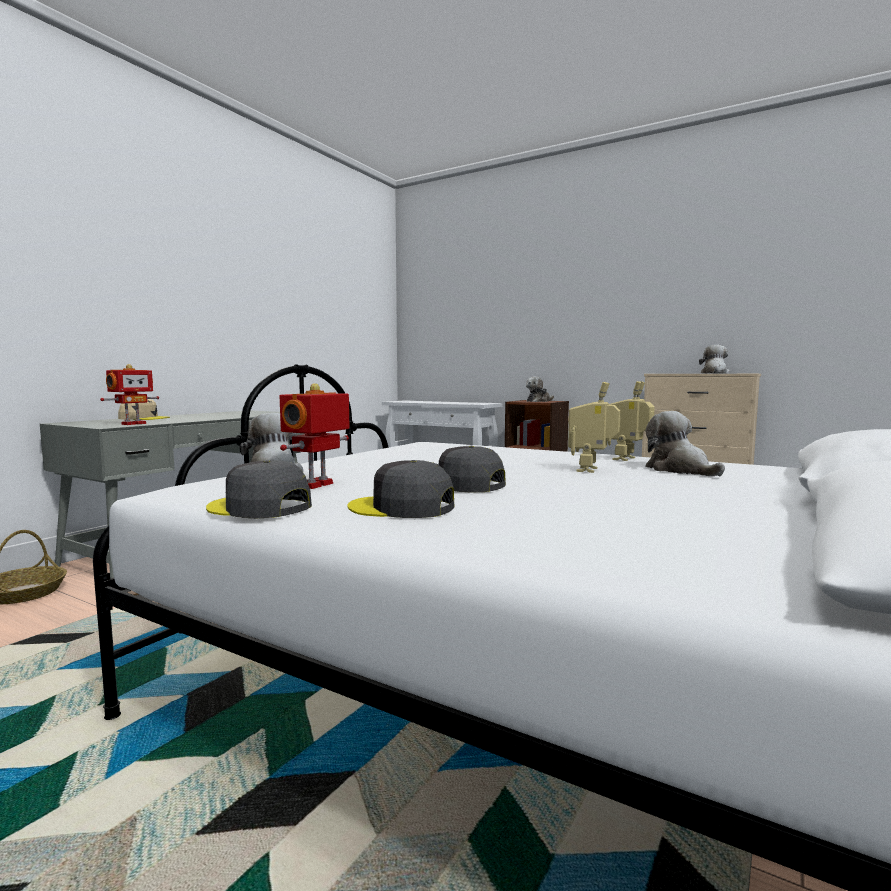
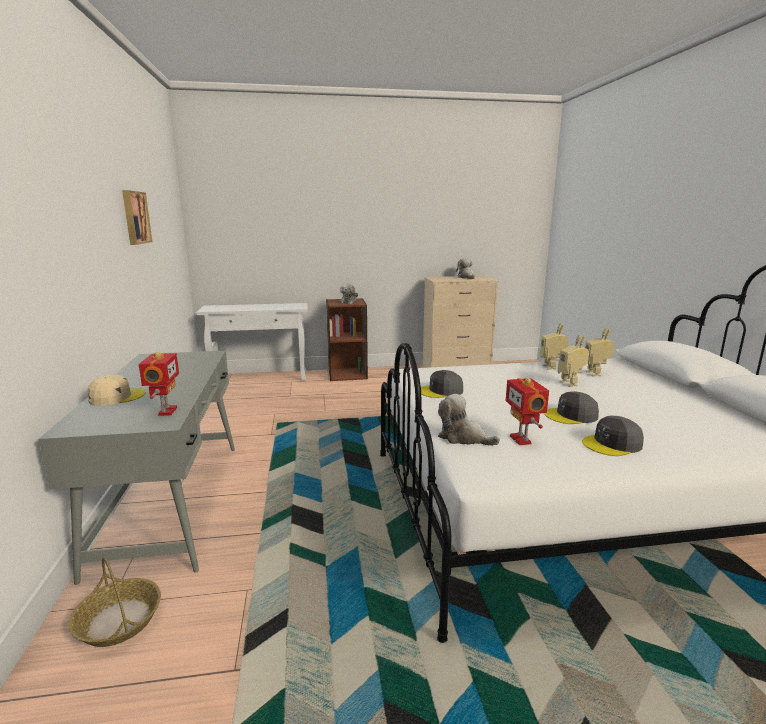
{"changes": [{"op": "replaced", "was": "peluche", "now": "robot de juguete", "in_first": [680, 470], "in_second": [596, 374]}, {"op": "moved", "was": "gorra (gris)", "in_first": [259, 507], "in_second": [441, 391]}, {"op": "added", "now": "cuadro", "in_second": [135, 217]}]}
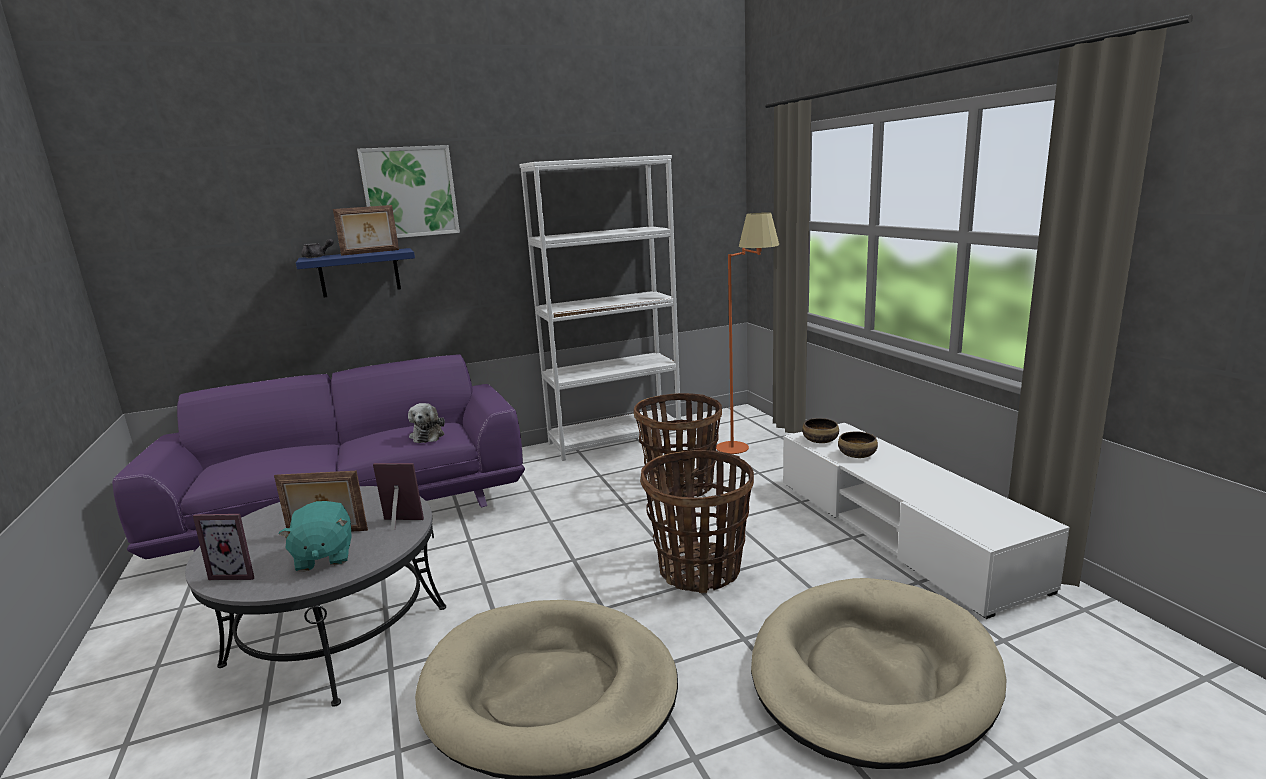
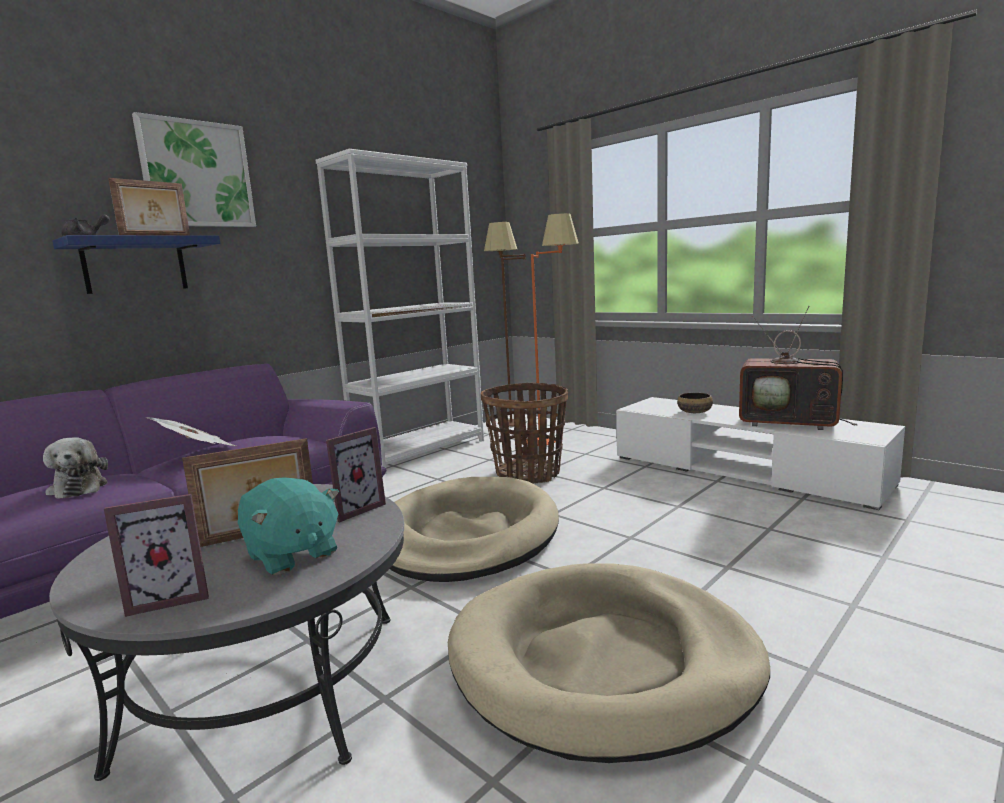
{"changes": [{"op": "moved", "was": "peluche", "in_first": [428, 435], "in_second": [78, 488]}, {"op": "removed", "was": "cuenco", "in_first": [820, 440]}, {"op": "removed", "was": "cesta", "in_first": [700, 570]}, {"op": "turned", "was": "portarretratos", "in_first": [399, 524], "in_second": [354, 509], "clockwise": 150}, {"op": "moved", "was": "cama para perro (beis)", "in_first": [872, 674], "in_second": [467, 535]}, {"op": "added", "now": "lámpara de pie (marrón)", "in_second": [511, 426]}, {"op": "added", "now": "televisor", "in_second": [790, 422]}, {"op": "added", "now": "periódico", "in_second": [196, 451]}]}
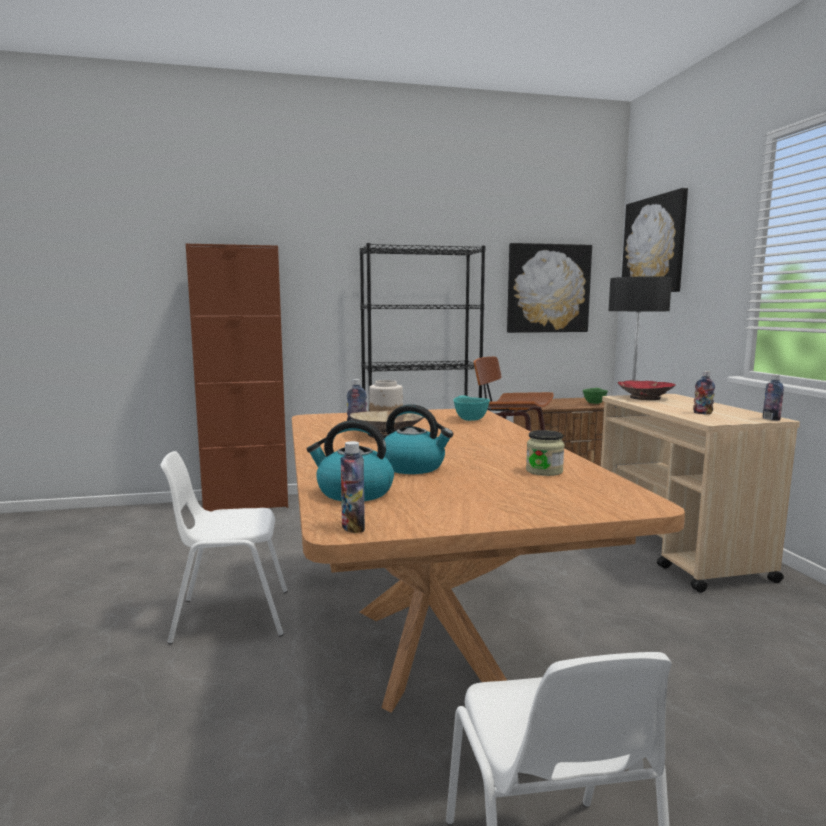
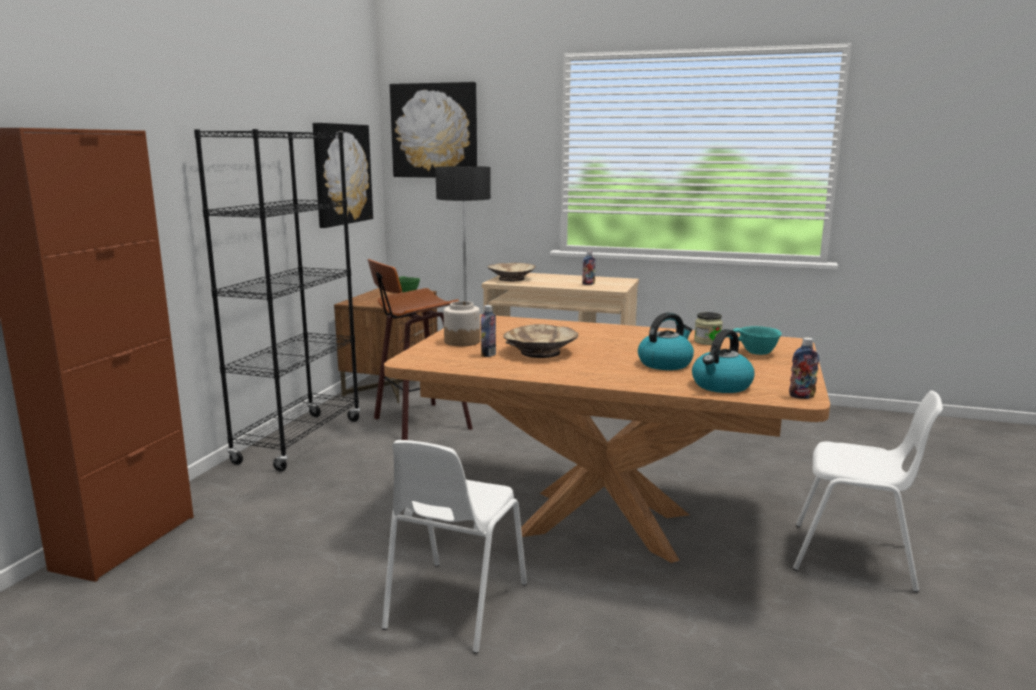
{"changes": [{"op": "removed", "was": "botella", "in_first": [771, 419]}, {"op": "recoloured", "was": "cuenco (rojo)", "now": "cuenco (beis)", "in_first": [644, 398], "in_second": [511, 279]}, {"op": "moved", "was": "cuenco (turquesa)", "in_first": [469, 420], "in_second": [756, 353]}]}
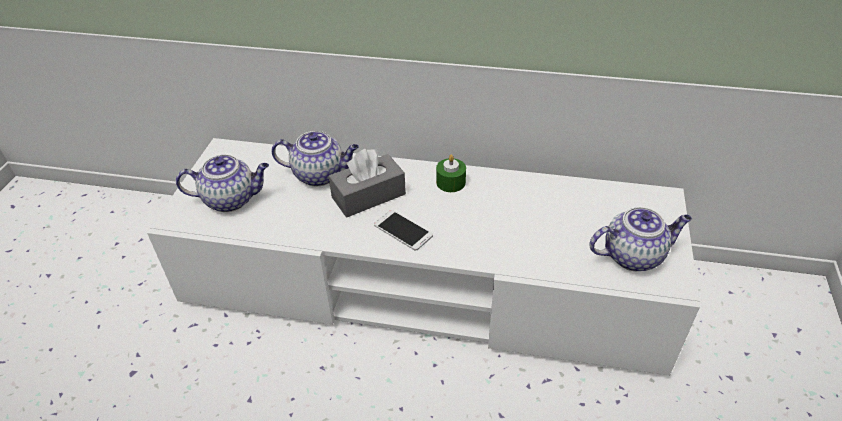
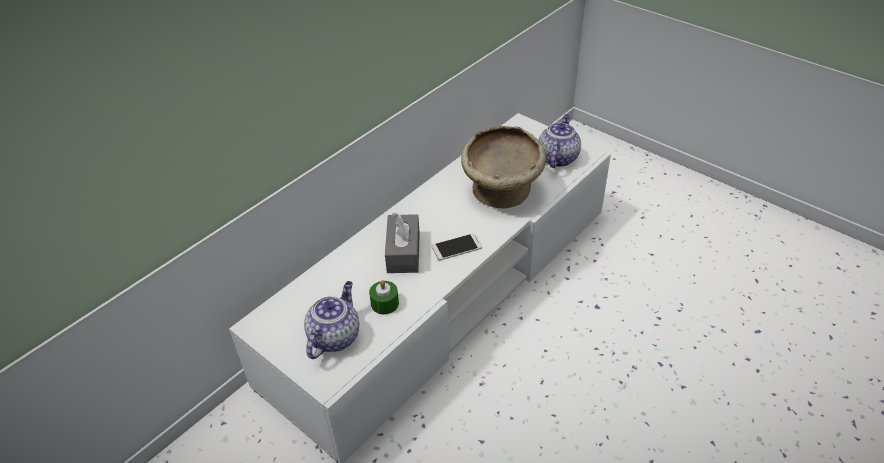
{"changes": [{"op": "removed", "was": "tetera", "in_first": [320, 175]}, {"op": "moved", "was": "vela (verde)", "in_first": [450, 182], "in_second": [385, 303]}, {"op": "added", "now": "cuenco (beis)", "in_second": [502, 193]}]}
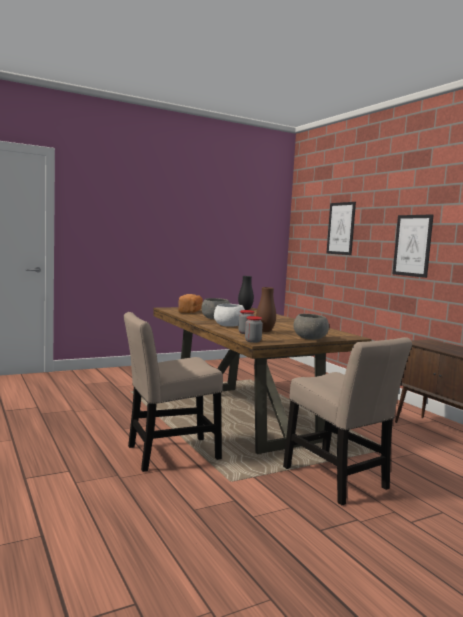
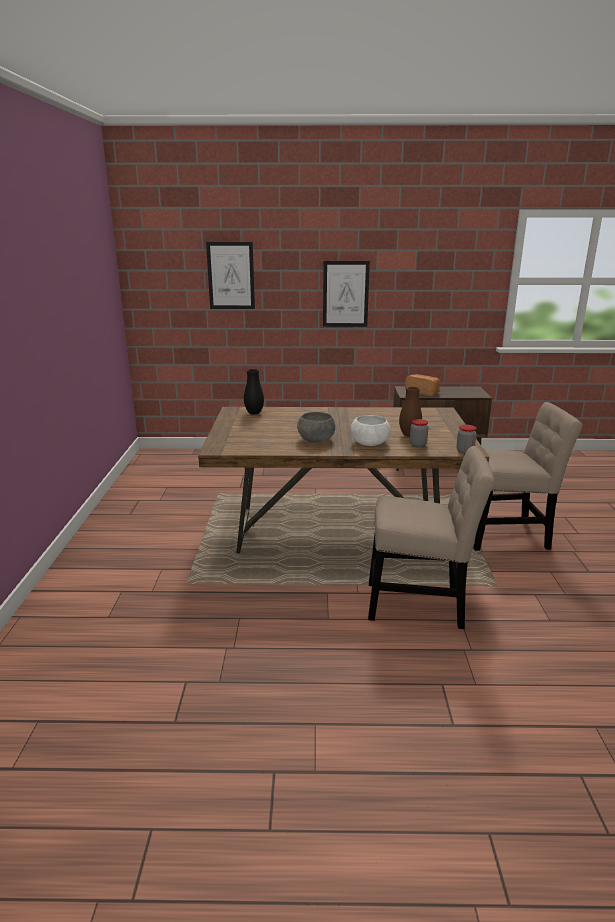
{"changes": [{"op": "moved", "was": "pan", "in_first": [191, 312], "in_second": [423, 392]}, {"op": "turned", "was": "silla (beis)", "in_first": [168, 454], "in_second": [420, 604], "clockwise": -90}, {"op": "removed", "was": "cuenco (gris)", "in_first": [310, 338]}]}
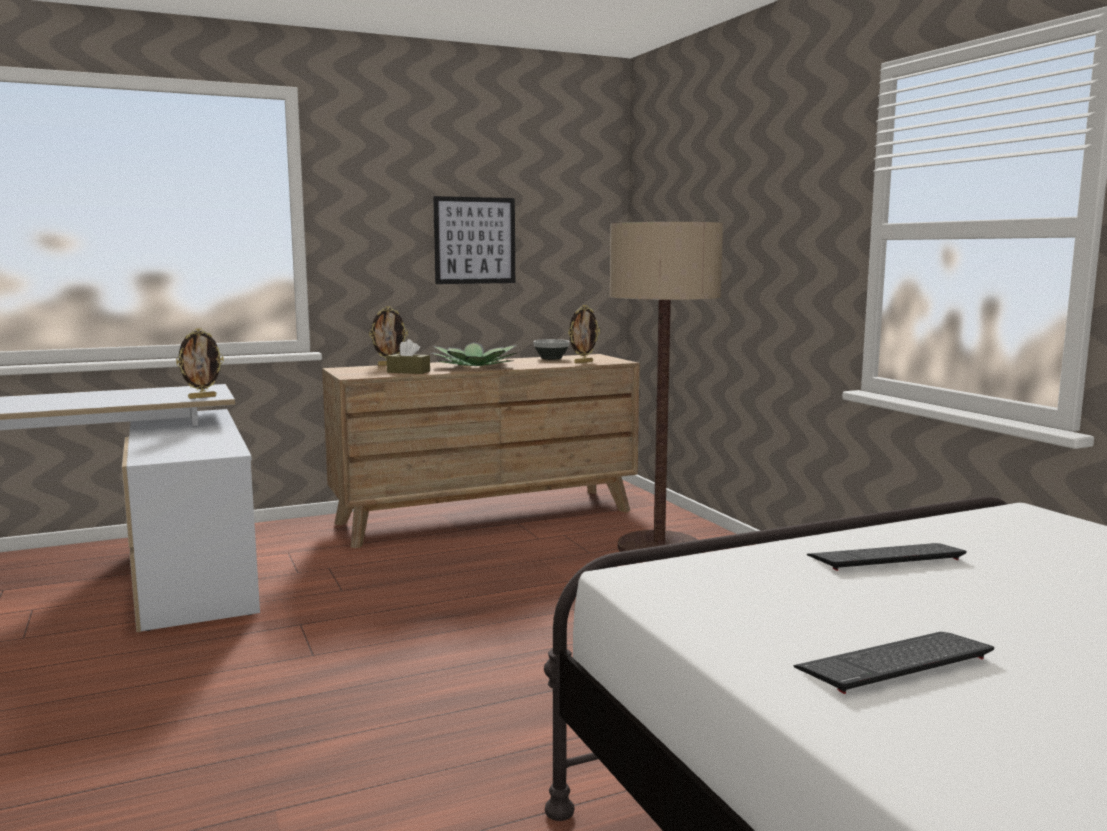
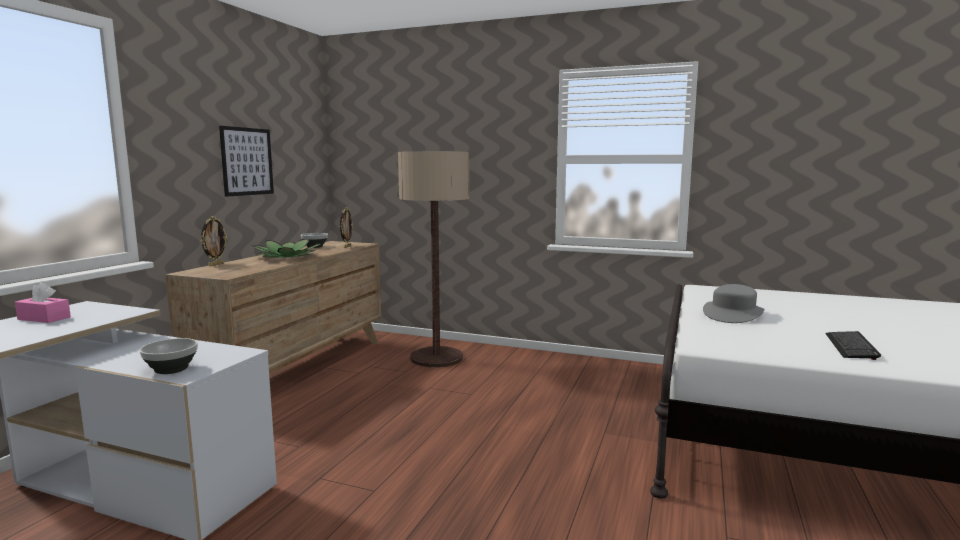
{"changes": [{"op": "removed", "was": "portarretratos", "in_first": [202, 397]}, {"op": "removed", "was": "caja de pañuelos (marrón)", "in_first": [408, 372]}, {"op": "replaced", "was": "teclado", "now": "sombrero (gris)", "in_first": [886, 558], "in_second": [733, 314]}, {"op": "added", "now": "caja de pañuelos (rosa)", "in_second": [44, 318]}, {"op": "added", "now": "cuenco", "in_second": [170, 369]}]}
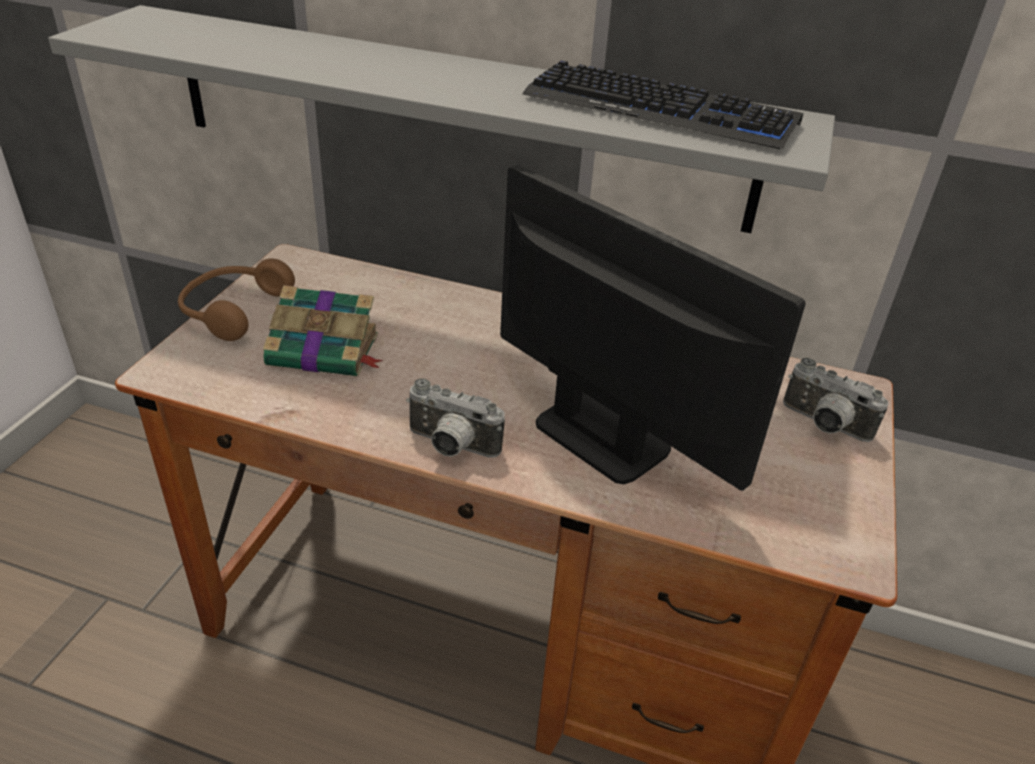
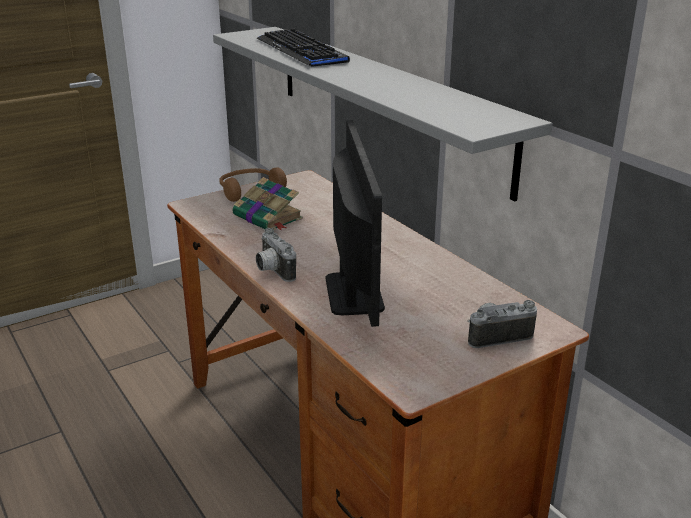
{"changes": [{"op": "moved", "was": "teclado", "in_first": [660, 110], "in_second": [301, 50]}, {"op": "turned", "was": "cámara", "in_first": [823, 425], "in_second": [496, 335], "clockwise": 90}]}
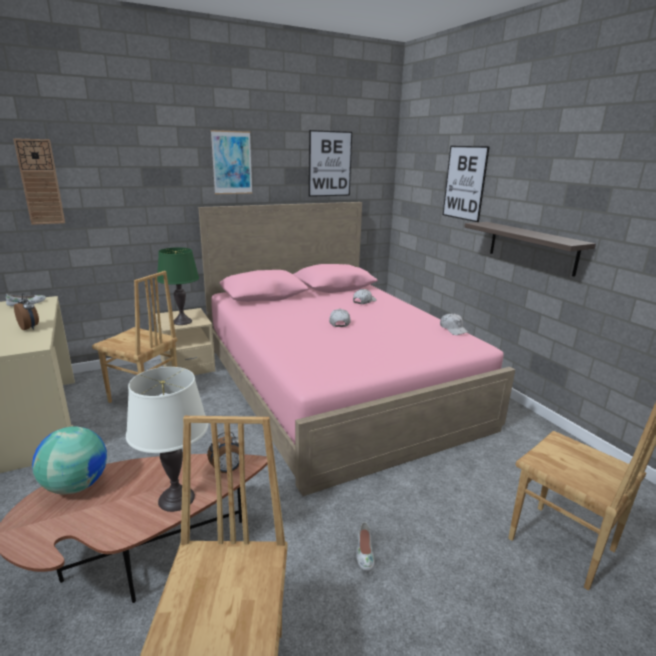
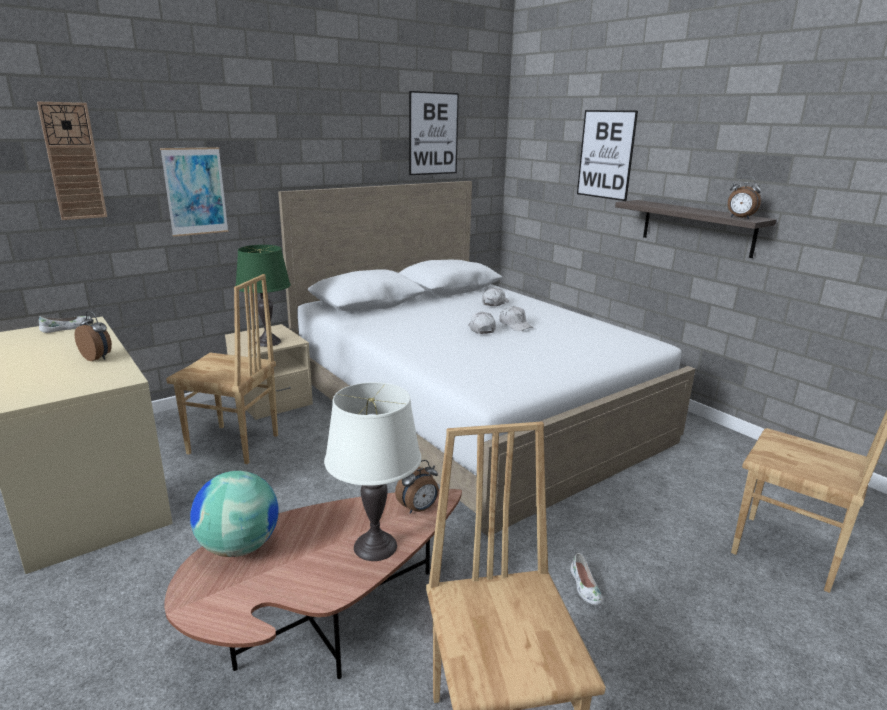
{"changes": [{"op": "moved", "was": "cuadro", "in_first": [232, 163], "in_second": [195, 191]}, {"op": "recoloured", "was": "cama (rosa)", "now": "cama (blanco)", "in_first": [335, 385], "in_second": [470, 408]}, {"op": "moved", "was": "gorra (blanco)", "in_first": [453, 329], "in_second": [515, 325]}, {"op": "added", "now": "despertador", "in_second": [739, 218]}]}
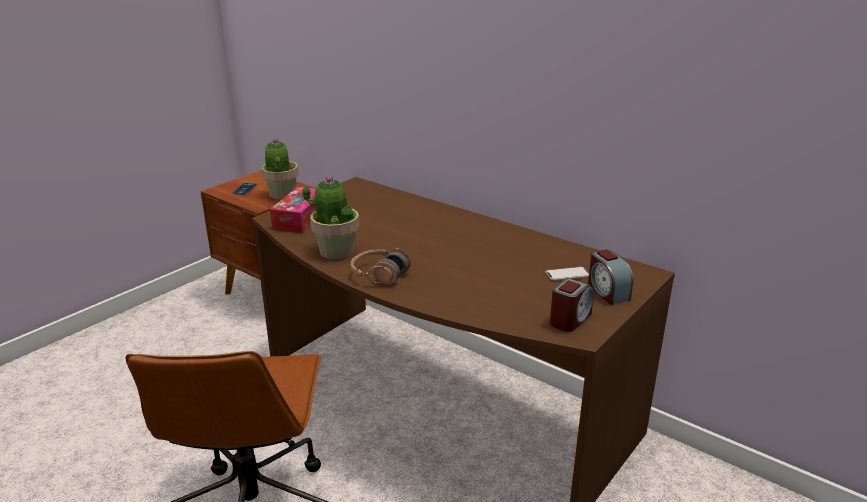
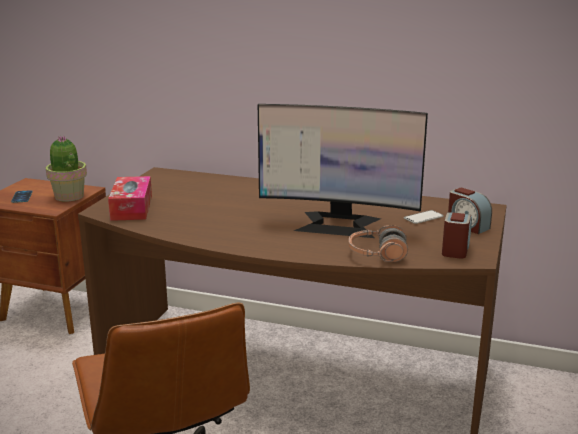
{"changes": [{"op": "removed", "was": "planta en maceta", "in_first": [336, 251]}, {"op": "moved", "was": "auriculares", "in_first": [379, 275], "in_second": [377, 254]}, {"op": "added", "now": "monitor", "in_second": [338, 224]}]}
